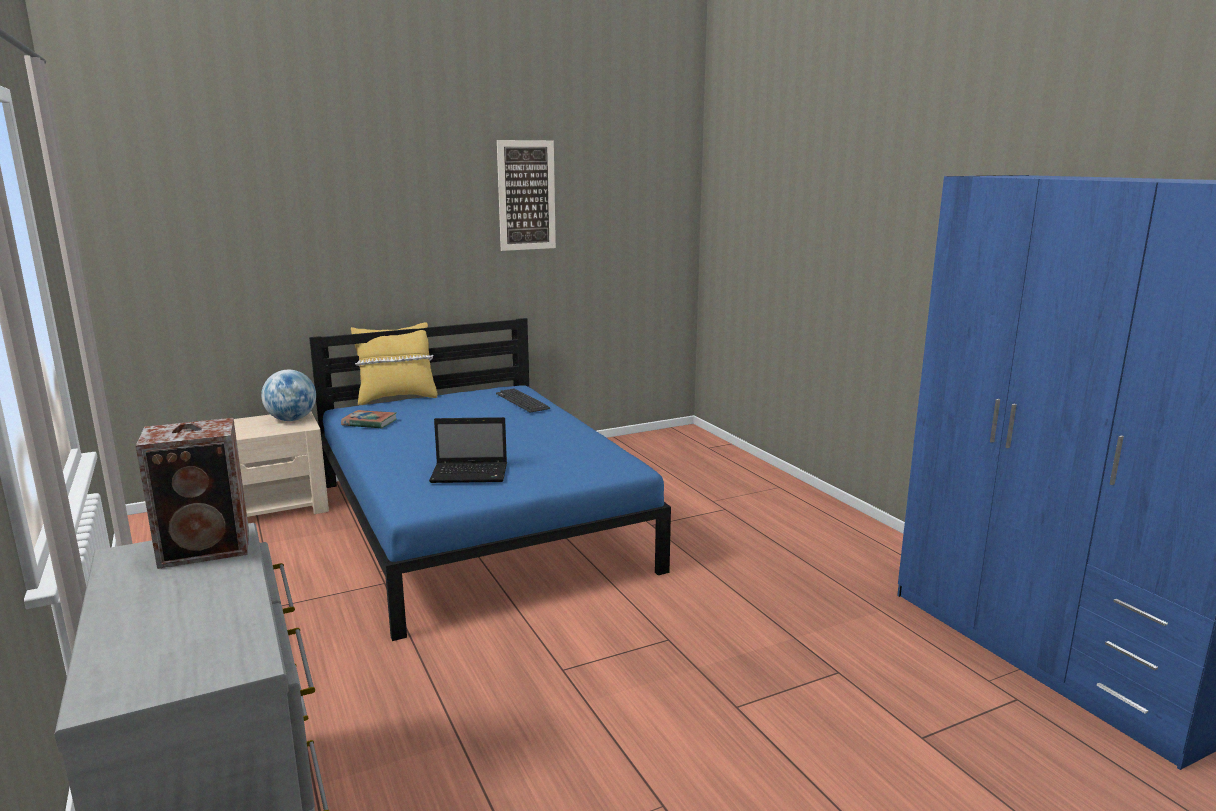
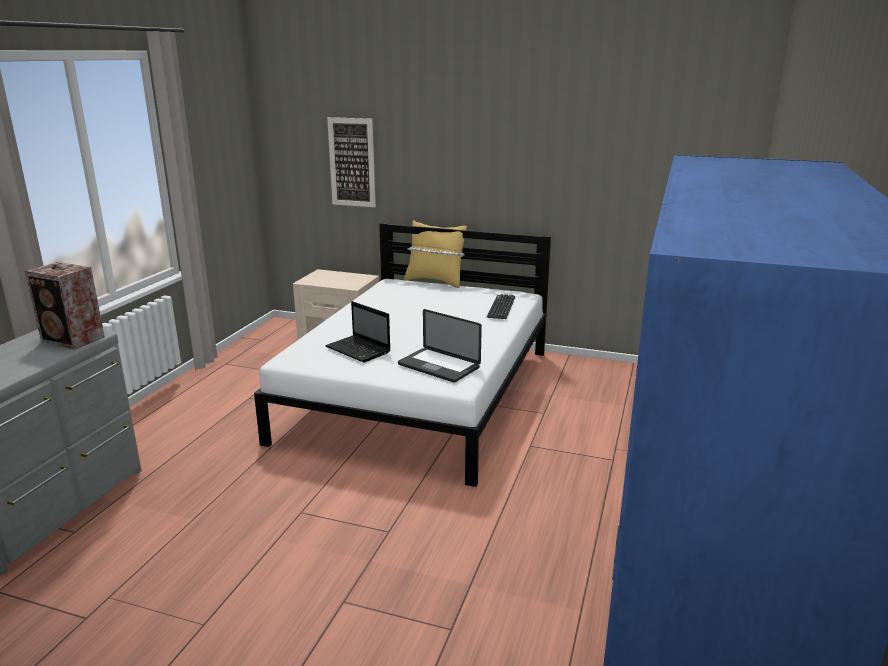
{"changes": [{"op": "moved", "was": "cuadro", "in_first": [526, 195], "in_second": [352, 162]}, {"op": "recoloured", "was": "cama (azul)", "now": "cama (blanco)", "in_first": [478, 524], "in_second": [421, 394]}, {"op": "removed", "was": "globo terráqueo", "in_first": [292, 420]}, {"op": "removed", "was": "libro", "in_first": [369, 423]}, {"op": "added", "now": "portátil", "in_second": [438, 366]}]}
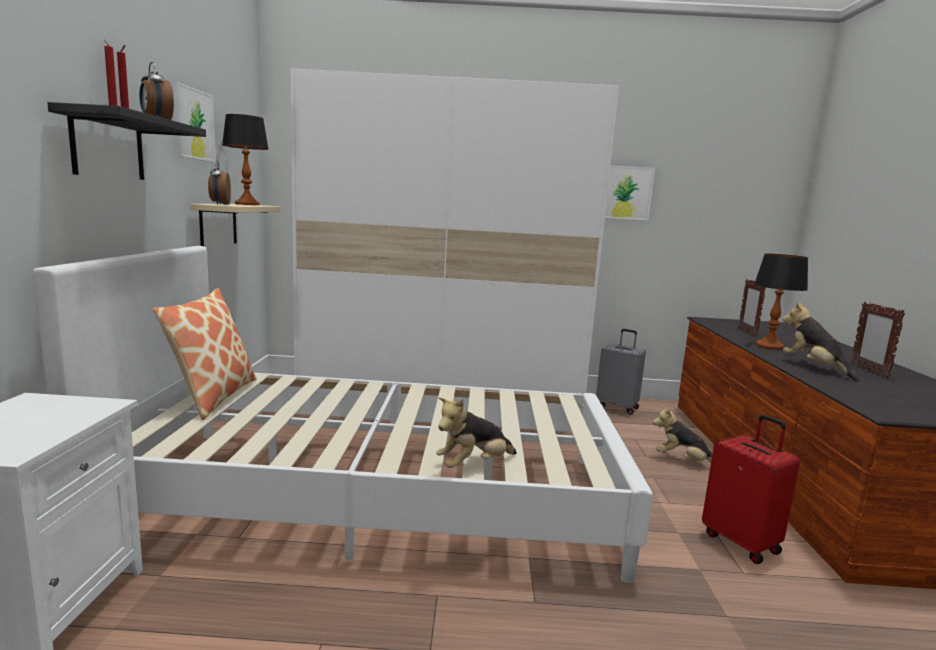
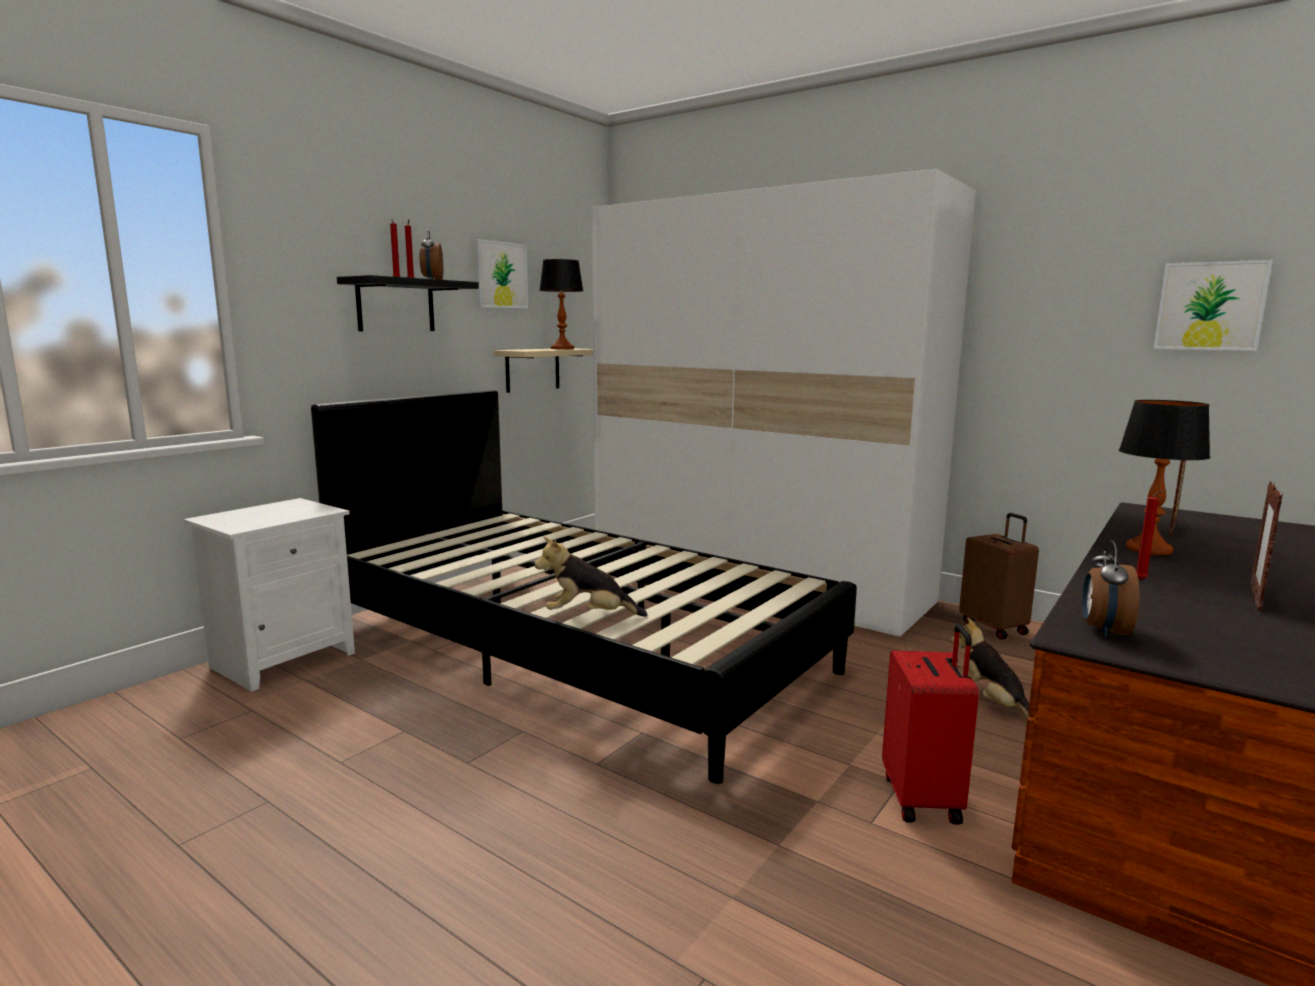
{"changes": [{"op": "moved", "was": "despertador", "in_first": [220, 204], "in_second": [1103, 631]}, {"op": "moved", "was": "cuadro", "in_first": [625, 193], "in_second": [1210, 306]}, {"op": "recoloured", "was": "cama (blanco)", "now": "cama (negro)", "in_first": [375, 494], "in_second": [573, 647]}, {"op": "removed", "was": "cojín", "in_first": [213, 397]}, {"op": "replaced", "was": "peluche", "now": "vela (rojo)", "in_first": [814, 367], "in_second": [1143, 580]}, {"op": "recoloured", "was": "maleta (gris)", "now": "maleta (marrón)", "in_first": [617, 407], "in_second": [994, 627]}]}
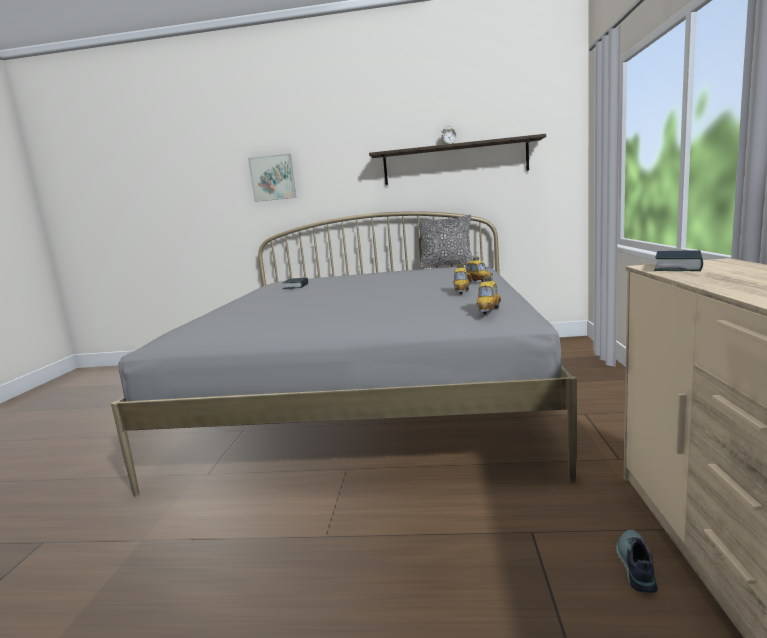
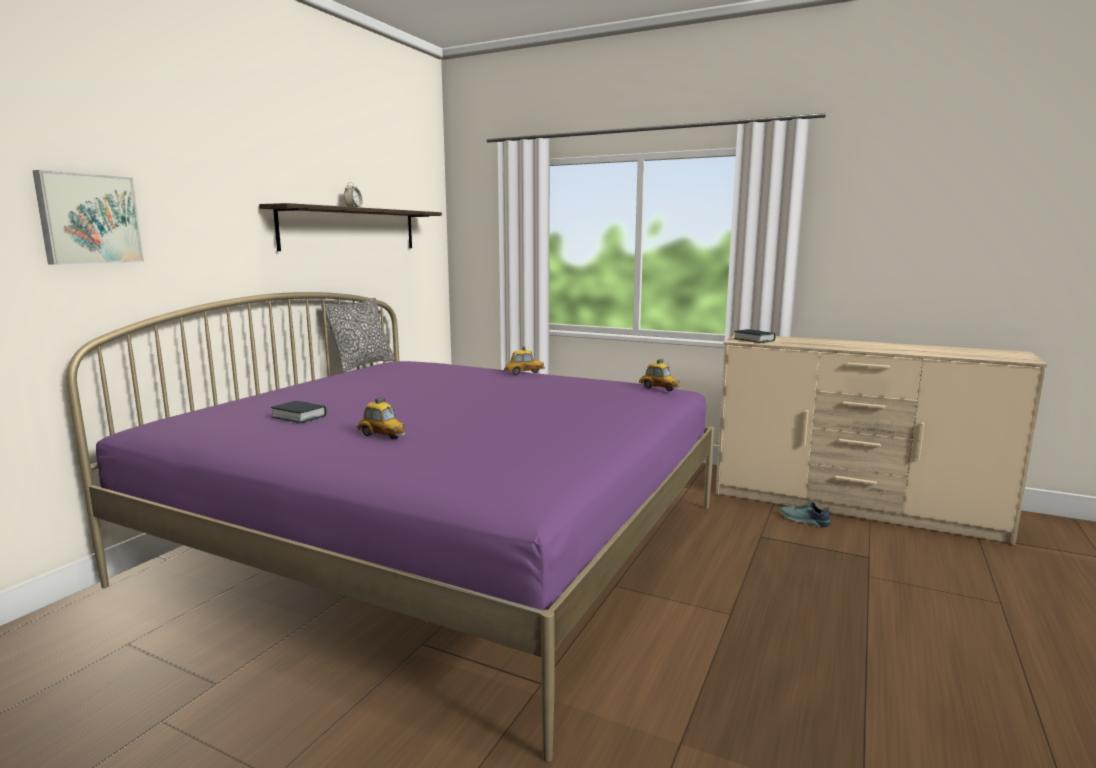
{"changes": [{"op": "recoloured", "was": "cama (gris)", "now": "cama (morado)", "in_first": [371, 396], "in_second": [443, 542]}, {"op": "moved", "was": "coche de juguete", "in_first": [461, 292], "in_second": [382, 436]}]}
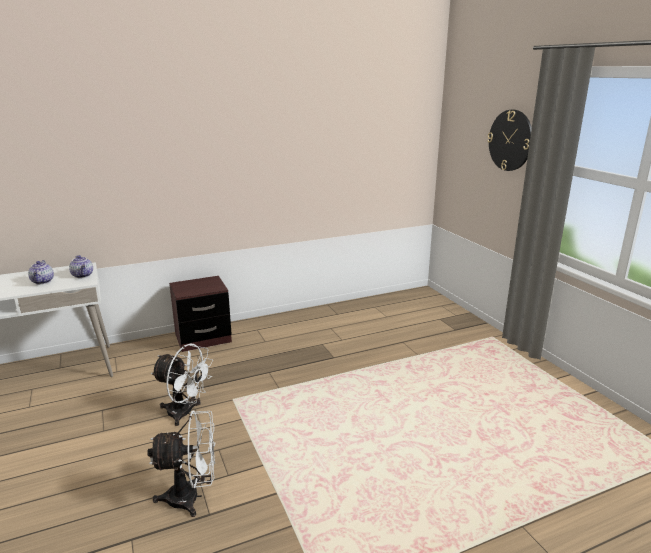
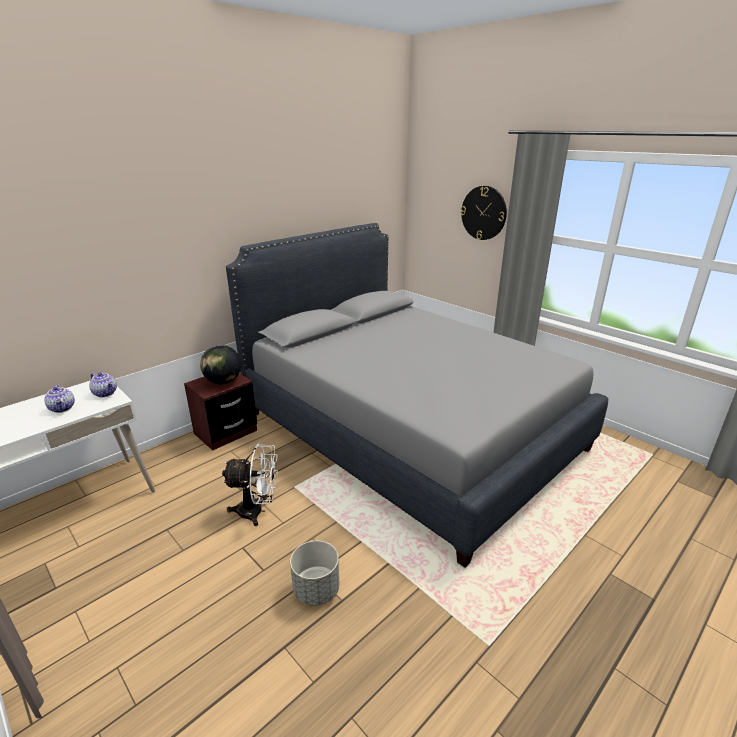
{"changes": [{"op": "replaced", "was": "ventilador (blanco)", "now": "maceta (gris)", "in_first": [192, 497], "in_second": [316, 590]}, {"op": "added", "now": "cama (gris)", "in_second": [409, 430]}, {"op": "added", "now": "globo terráqueo", "in_second": [223, 382]}]}
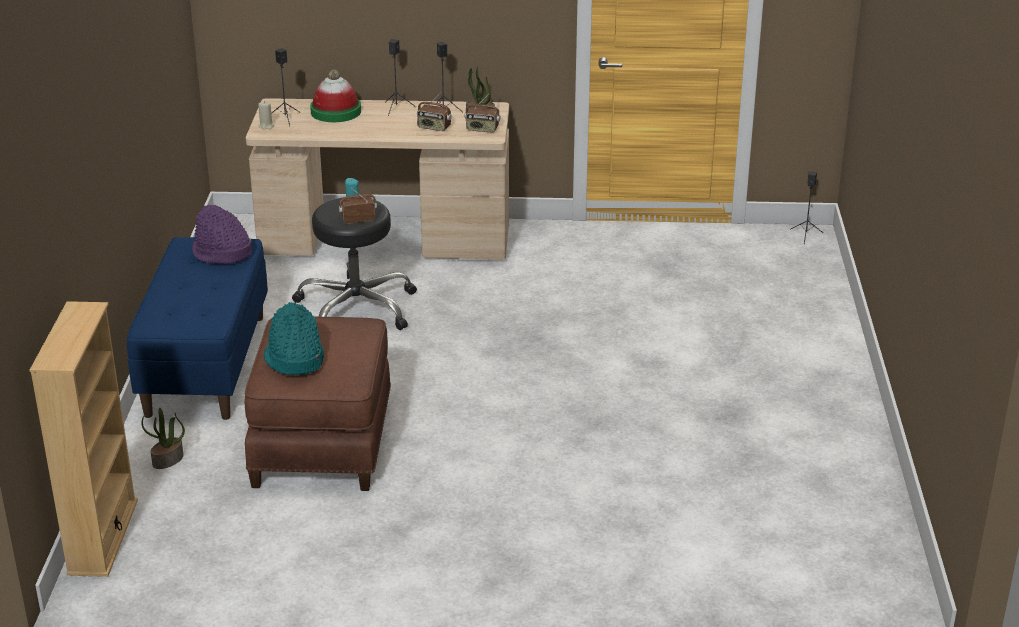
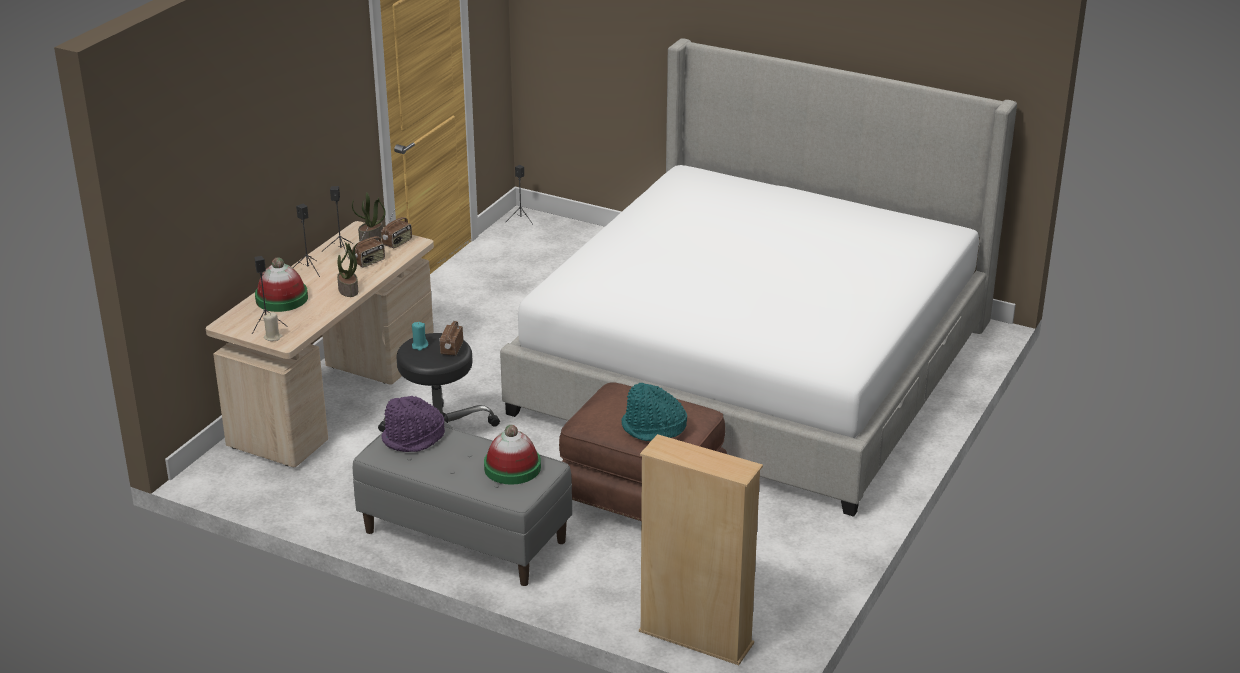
{"changes": [{"op": "recoloured", "was": "banco (azul)", "now": "banco (gris)", "in_first": [205, 364], "in_second": [464, 537]}, {"op": "moved", "was": "planta en maceta", "in_first": [168, 460], "in_second": [349, 290]}, {"op": "added", "now": "cama", "in_second": [756, 367]}, {"op": "added", "now": "sombrero", "in_second": [512, 467]}]}
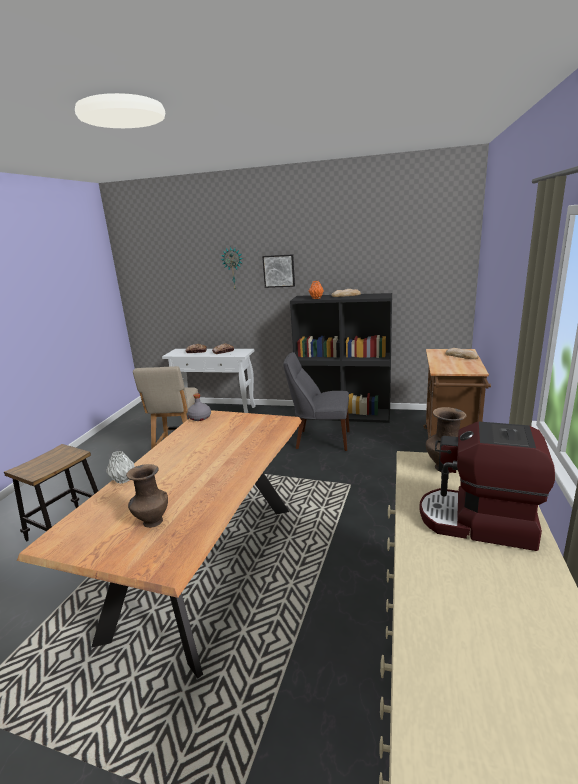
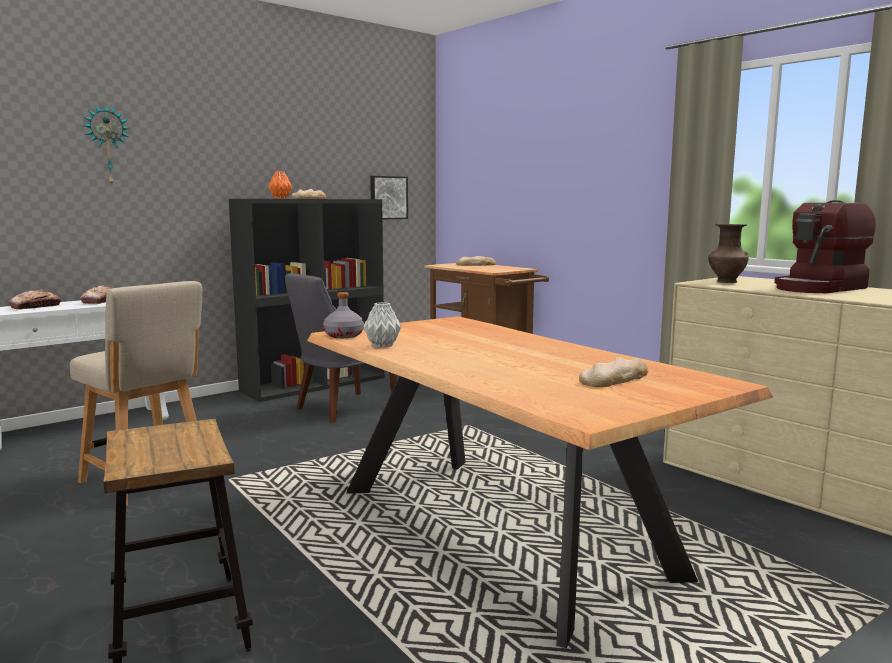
{"changes": [{"op": "moved", "was": "cuadro", "in_first": [279, 271], "in_second": [388, 197]}, {"op": "moved", "was": "florero (gris)", "in_first": [123, 480], "in_second": [383, 345]}, {"op": "replaced", "was": "florero (marrón)", "now": "pan", "in_first": [152, 522], "in_second": [614, 378]}]}
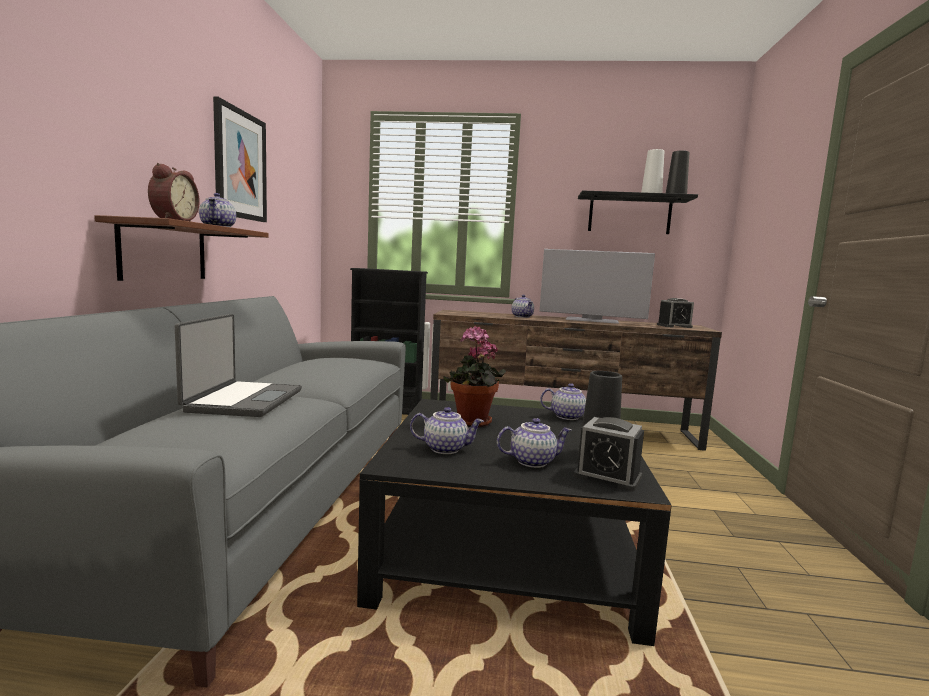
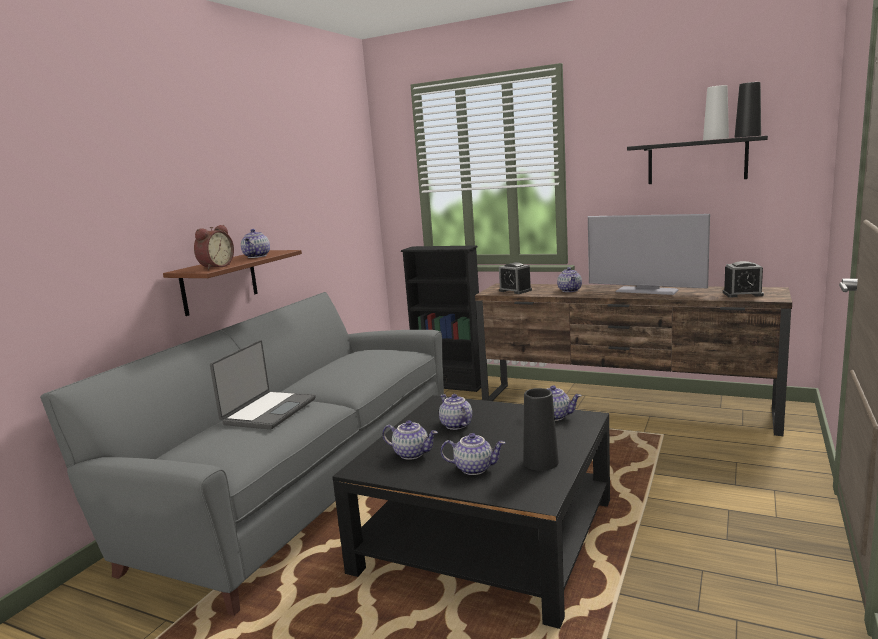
{"changes": [{"op": "removed", "was": "cuadro", "in_first": [240, 165]}, {"op": "replaced", "was": "planta en maceta", "now": "tetera", "in_first": [472, 423], "in_second": [455, 425]}, {"op": "moved", "was": "despertador", "in_first": [607, 477], "in_second": [515, 290]}]}
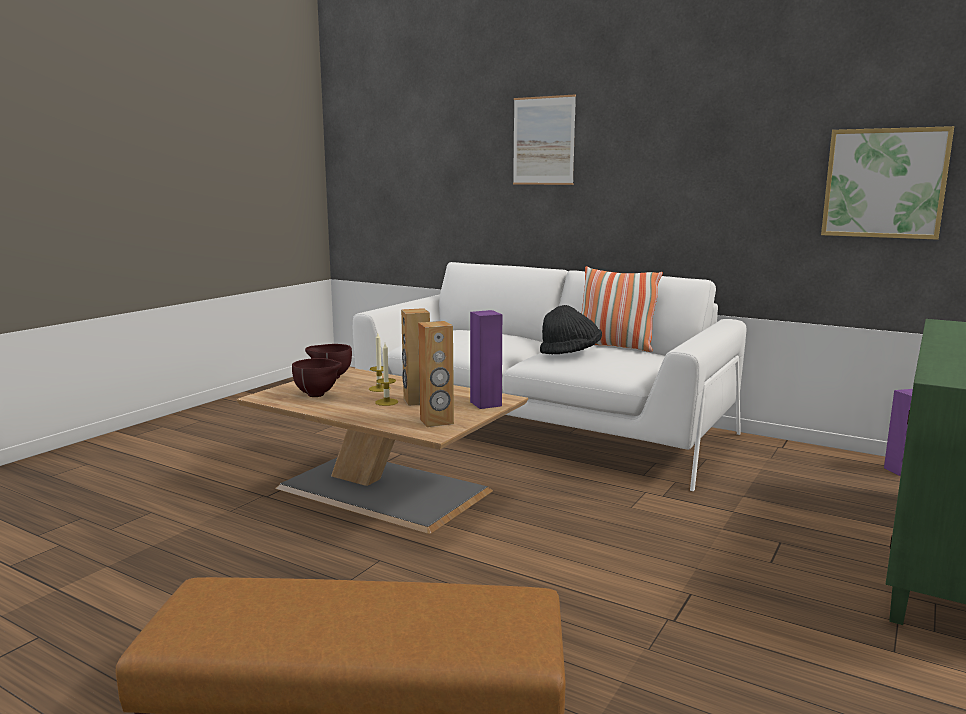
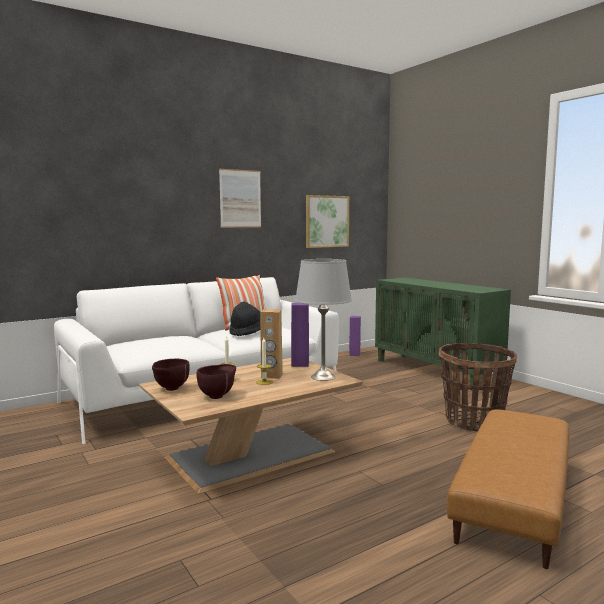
{"changes": [{"op": "moved", "was": "cuadro", "in_first": [543, 141], "in_second": [240, 198]}, {"op": "replaced", "was": "altavoz (marrón)", "now": "lámpara de mesa (gris)", "in_first": [437, 422], "in_second": [322, 377]}, {"op": "added", "now": "cesta", "in_second": [474, 421]}]}
